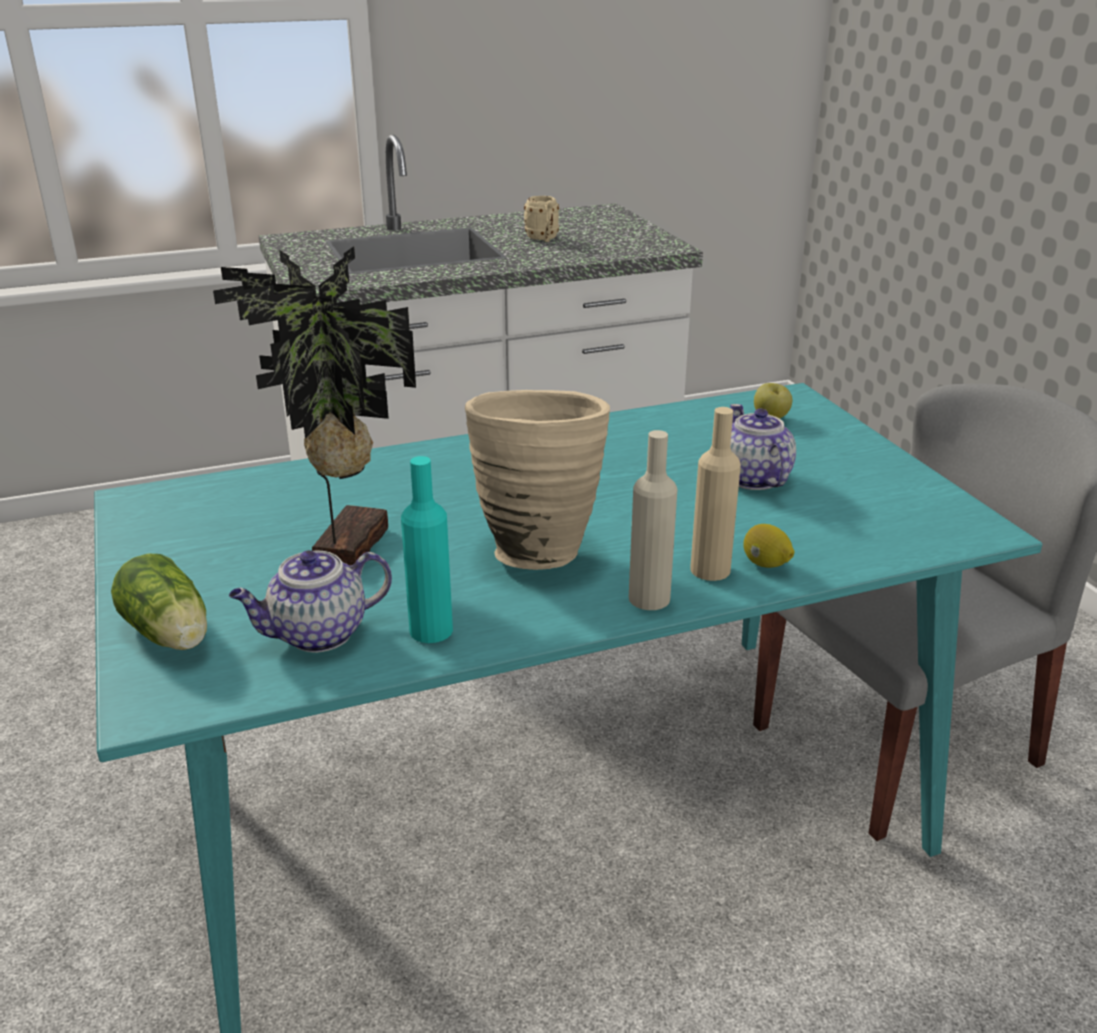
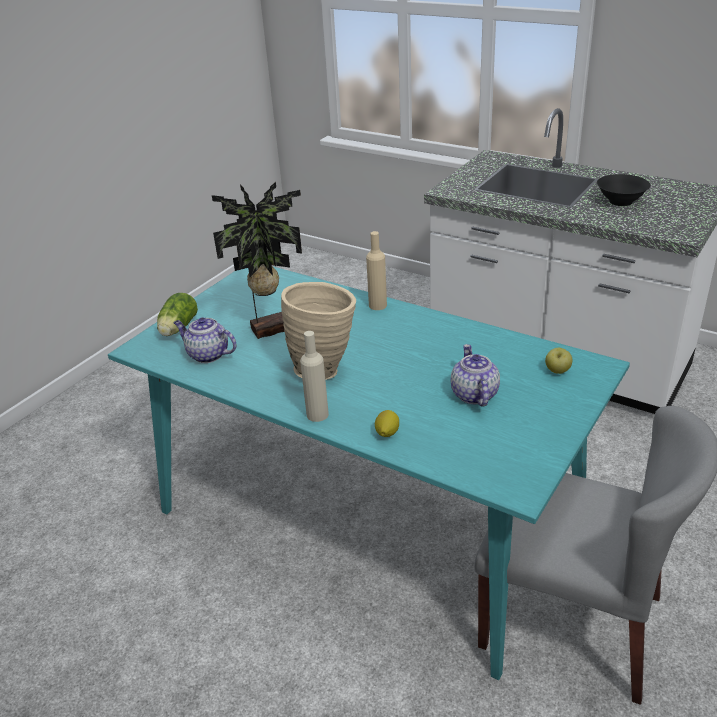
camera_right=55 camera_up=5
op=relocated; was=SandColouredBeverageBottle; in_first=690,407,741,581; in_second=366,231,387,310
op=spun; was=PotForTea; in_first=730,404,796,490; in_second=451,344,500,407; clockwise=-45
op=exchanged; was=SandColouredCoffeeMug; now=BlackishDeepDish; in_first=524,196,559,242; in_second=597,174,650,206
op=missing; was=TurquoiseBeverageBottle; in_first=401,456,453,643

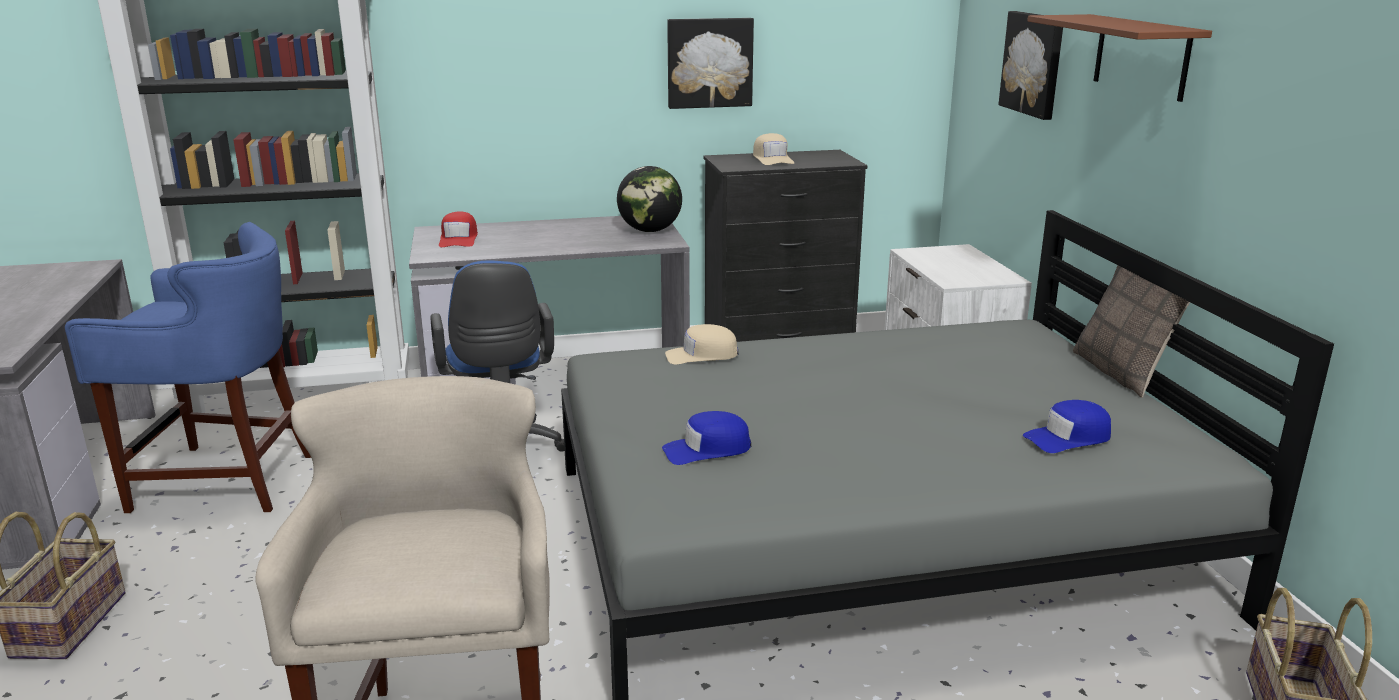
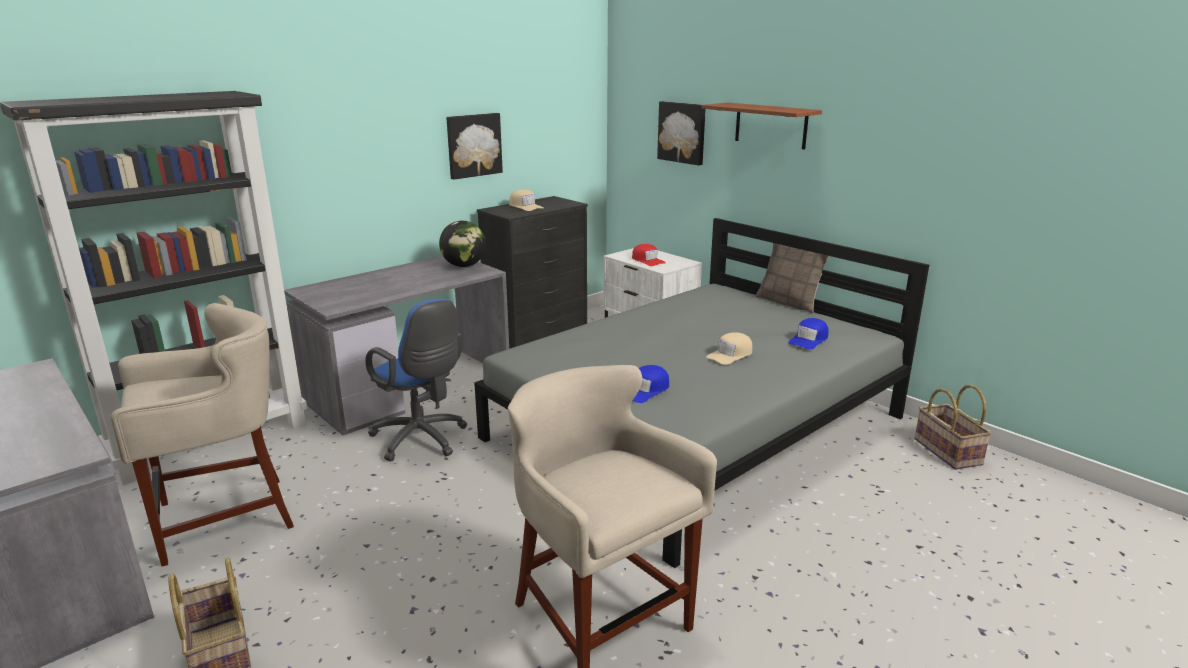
camera_right=-30 camera_up=0
op=colour; was=BlueColouredStool; now=SandColouredStool; in_first=65,222,311,513; in_second=111,303,294,566
op=relocated; was=RedBaseballCap; in_first=439,211,478,247; in_second=632,244,666,266
op=relocated; was=SandColouredBaseballCap; in_first=665,324,738,365; in_second=706,332,752,365

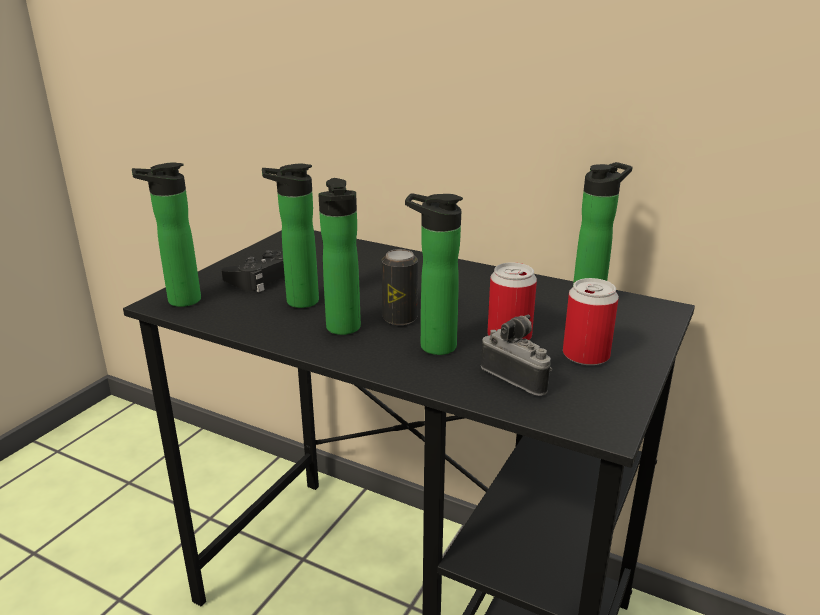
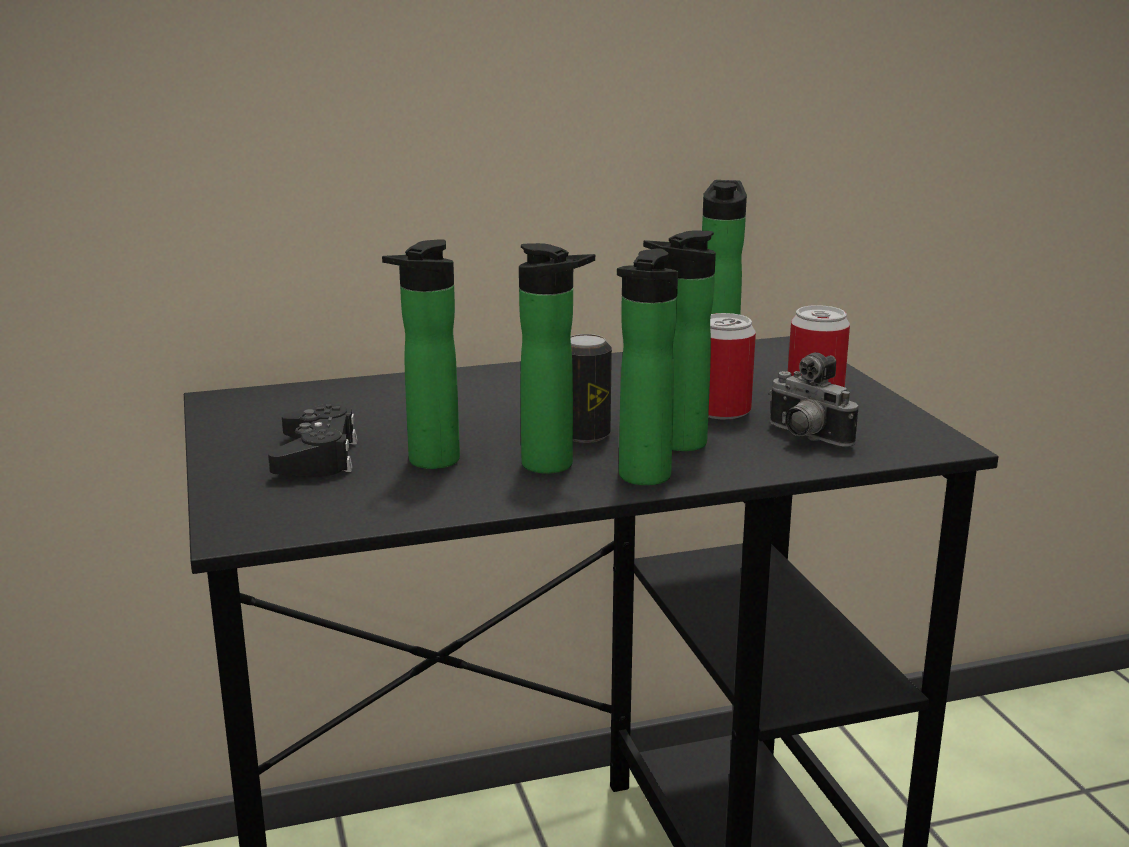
camera_right=-45 camera_up=-5
op=relocated; was=BeverageBottle; in_first=132,163,201,307; in_second=617,248,678,485
op=spun; was=PhotoCamera; in_first=481,314,553,396; in_second=769,352,858,447; clockwise=-135

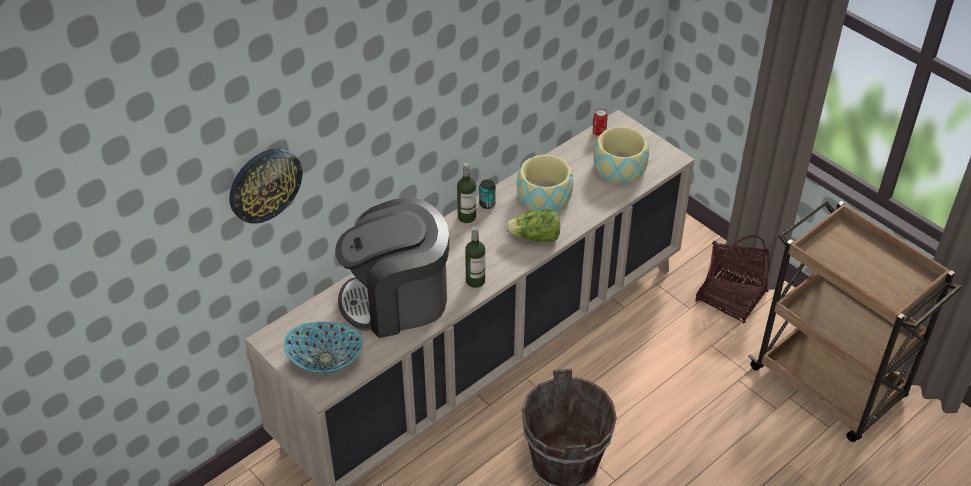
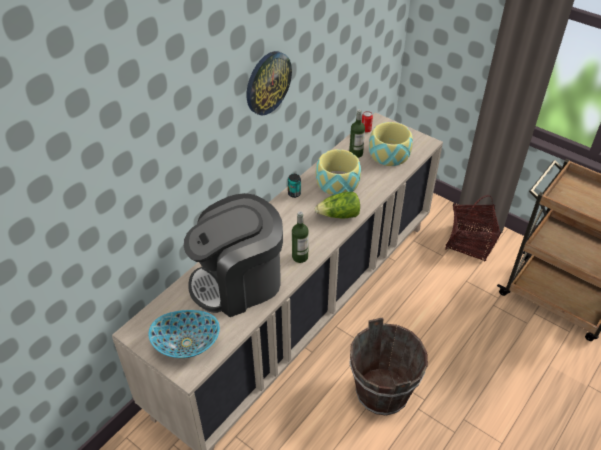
camera_right=-10 camera_up=0
op=relocated; was=WallClock; in_first=229,148,302,224; in_second=247,51,292,115
op=relocated; was=BeverageBottle; in_first=457,163,476,223; in_second=349,109,365,158

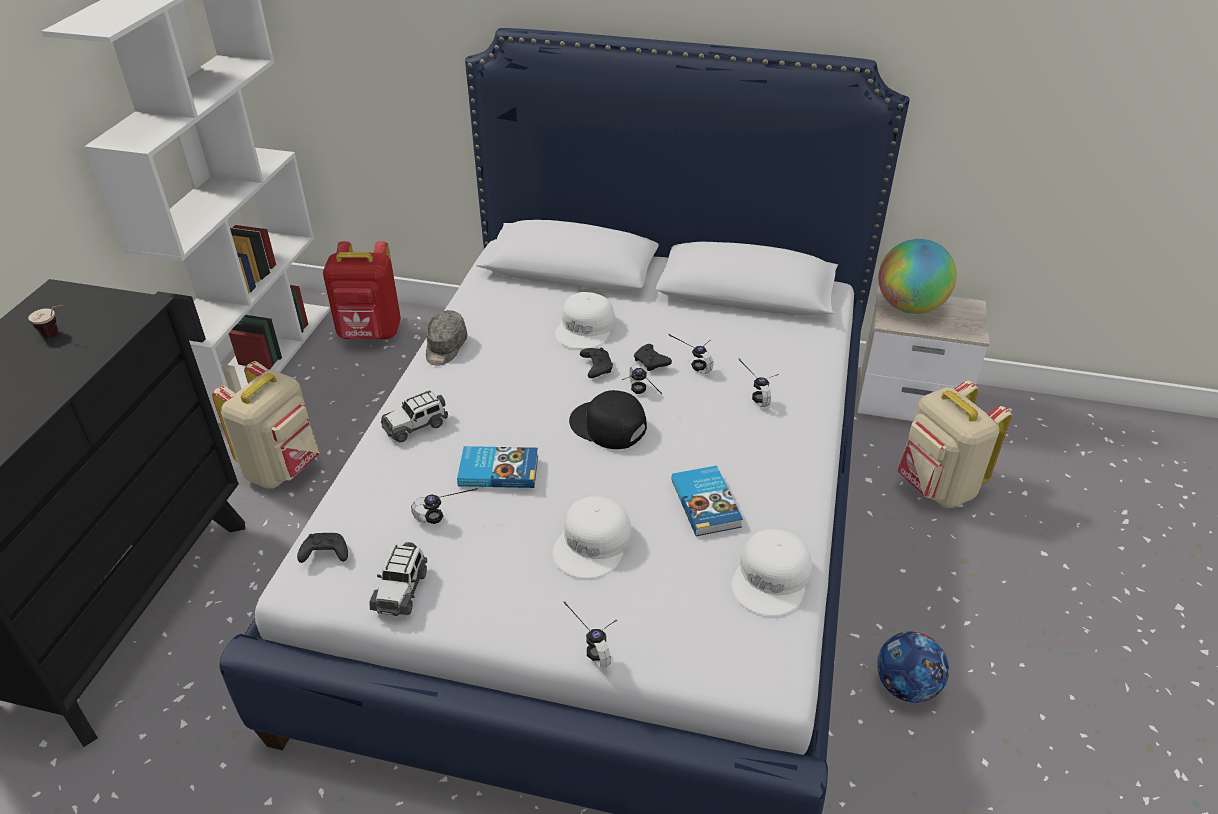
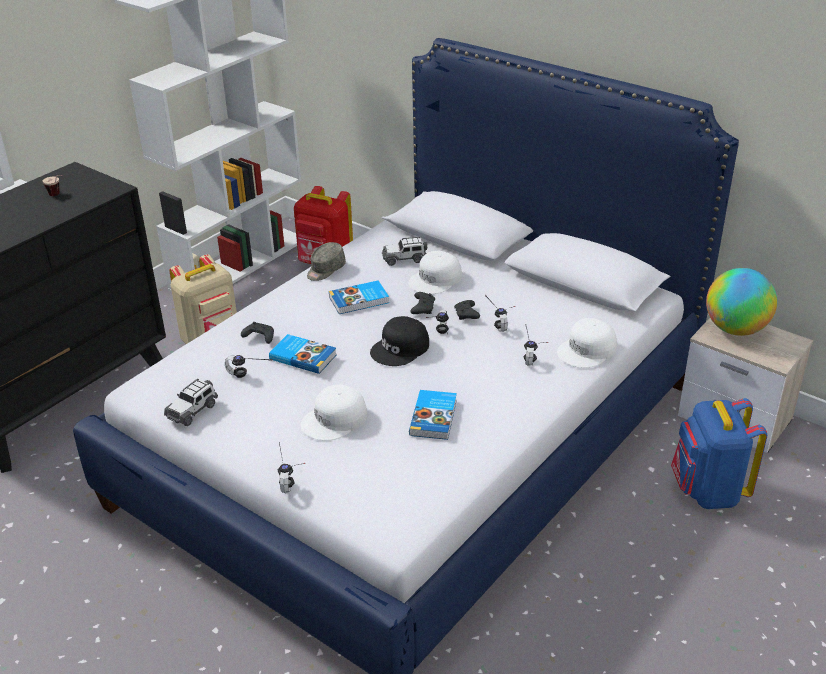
camera_right=25 camera_up=-5
op=relocated; was=BlackishGamepad; in_first=297,533,348,563; in_second=241,322,274,344
op=appeared; now=Volume; in_second=329,281,389,314
op=spun; was=BlackishBaseballCap; in_first=569,390,647,449; in_second=370,316,429,366; clockwise=-105
op=relocated; was=ToyCar; in_first=381,390,448,443; in_second=382,237,427,266
op=relocated; was=WhiteBaseballCap; in_first=731,529,812,616; in_second=557,318,617,368
op=colour; was=SandColouredKnapsack; now=BlueColouredKnapsack; in_first=898,380,1012,508; in_second=671,398,767,509
op=missing; was=Football; in_first=877,632,949,703

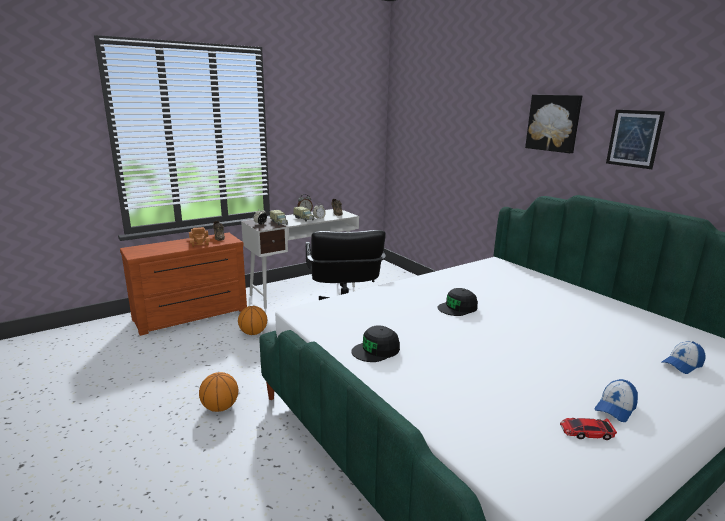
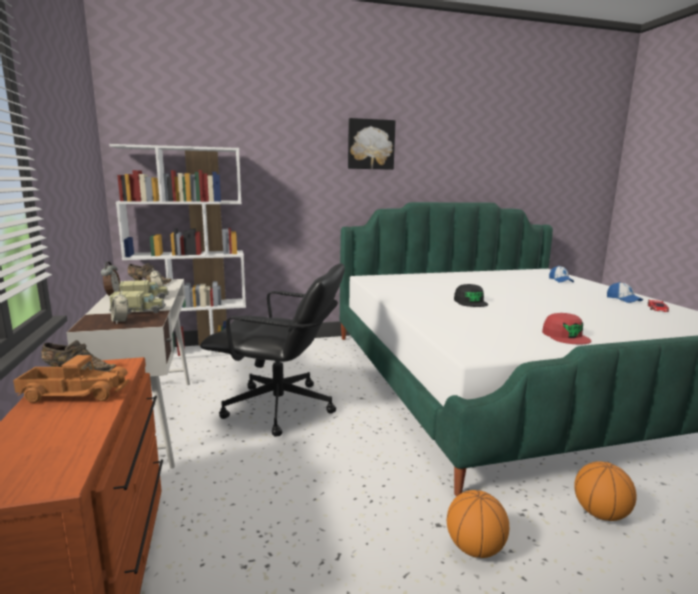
camera_right=-70 camera_up=-5
op=appeared; now=WhiteBookshelf; in_second=109,144,246,360
op=colour; was=BlackishBaseballCap; now=RedBaseballCap; in_first=351,326,400,362; in_second=542,313,592,344
op=relocated; was=BasketballBall; in_first=238,306,267,335; in_second=574,461,637,521
op=missing; was=WallArt; in_first=606,110,665,169

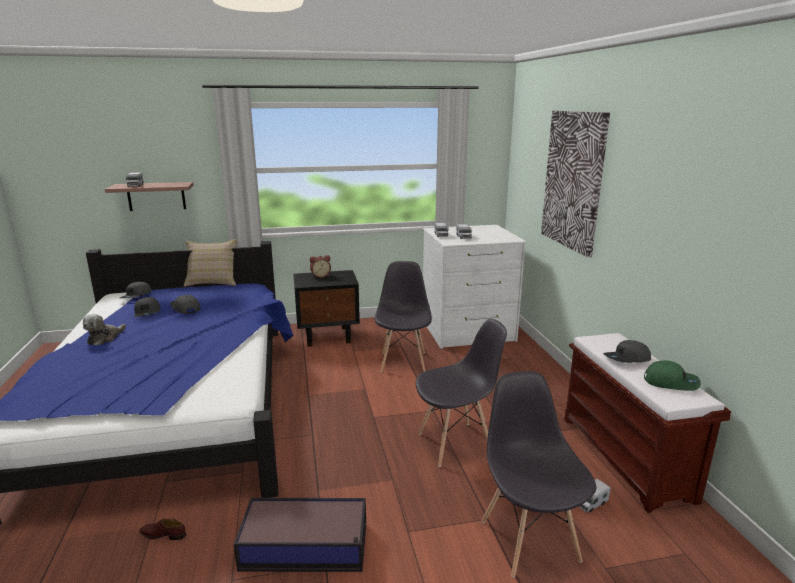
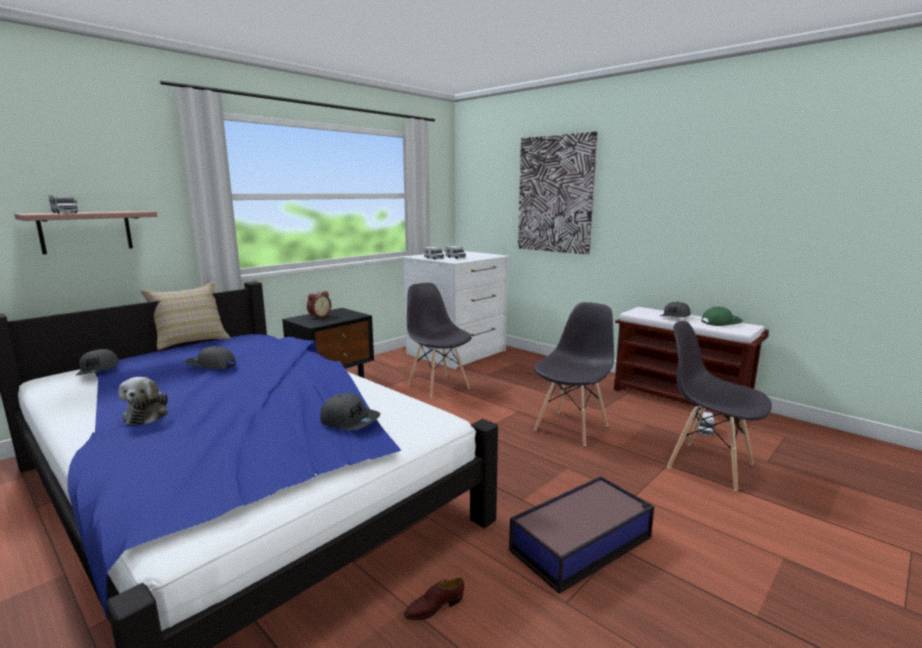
camera_right=-35 camera_up=-5
op=relocated; was=GreyishBaseballCap; in_first=134,297,161,317; in_second=320,393,380,431

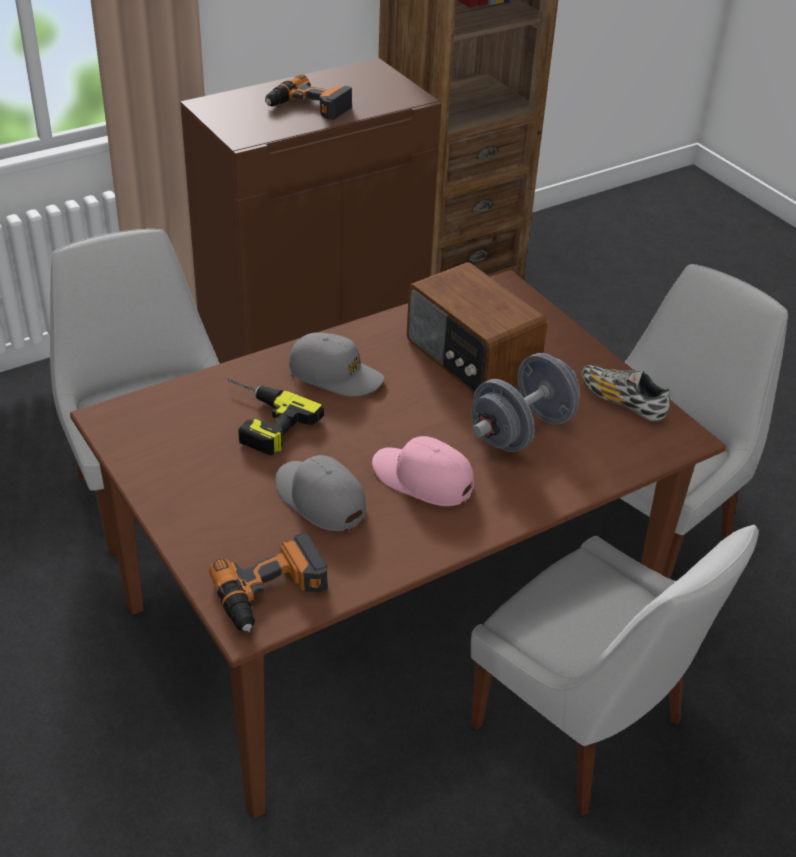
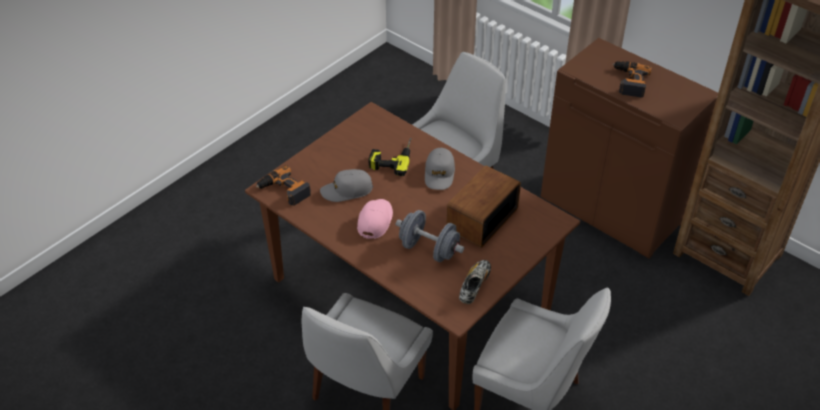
camera_right=75 camera_up=5
op=spun; was=GreyishBaseballCap; in_first=275,455,366,531; in_second=320,169,373,202; clockwise=-135

